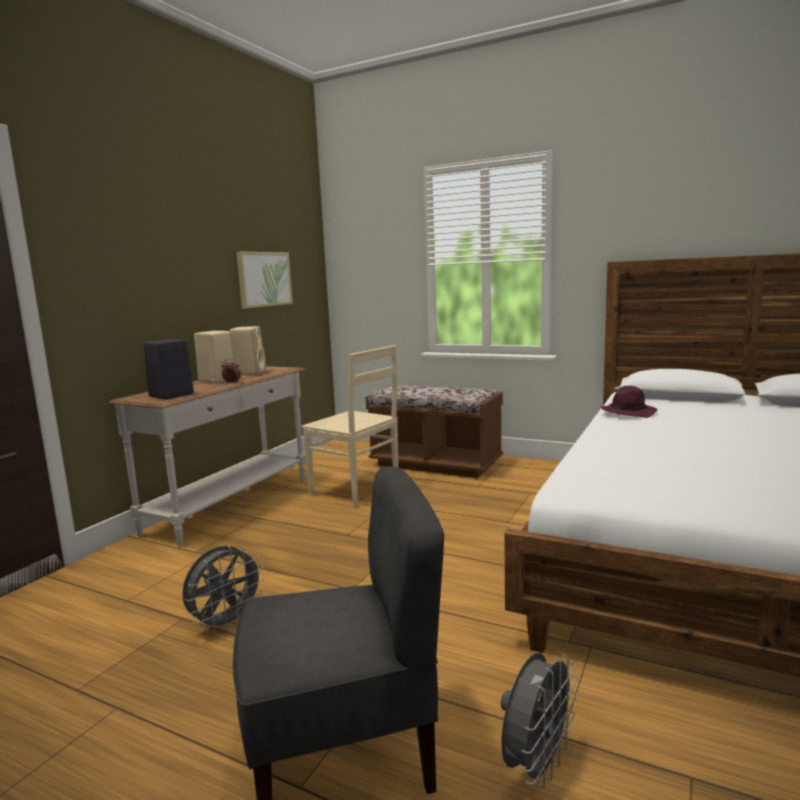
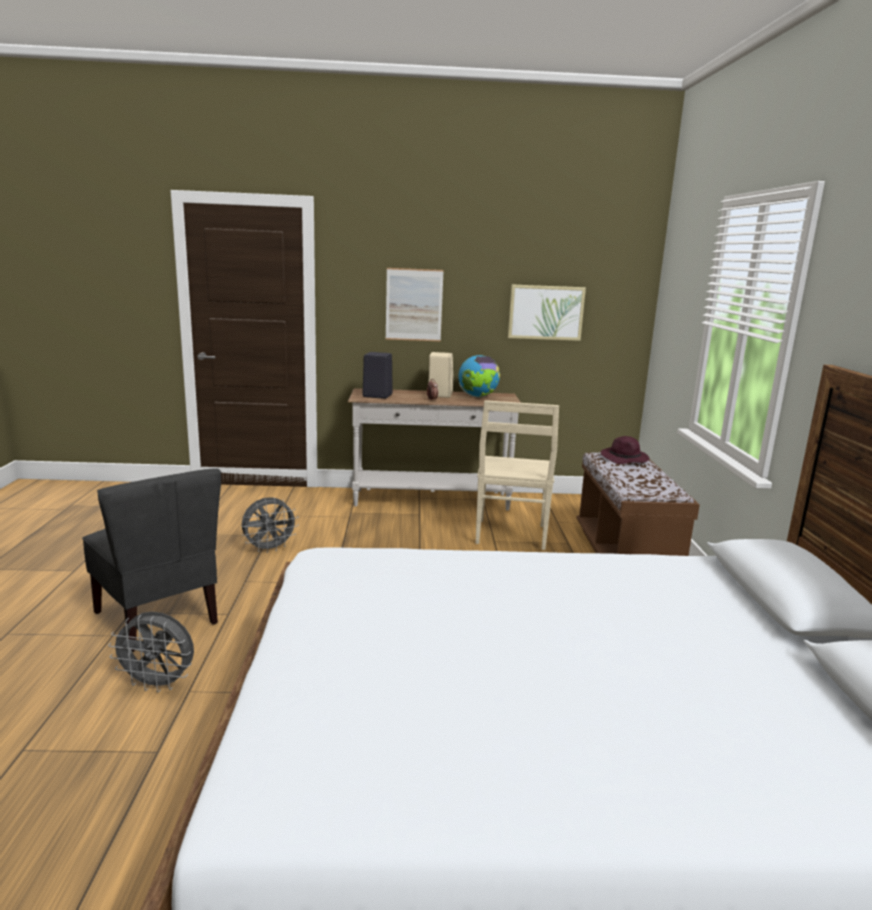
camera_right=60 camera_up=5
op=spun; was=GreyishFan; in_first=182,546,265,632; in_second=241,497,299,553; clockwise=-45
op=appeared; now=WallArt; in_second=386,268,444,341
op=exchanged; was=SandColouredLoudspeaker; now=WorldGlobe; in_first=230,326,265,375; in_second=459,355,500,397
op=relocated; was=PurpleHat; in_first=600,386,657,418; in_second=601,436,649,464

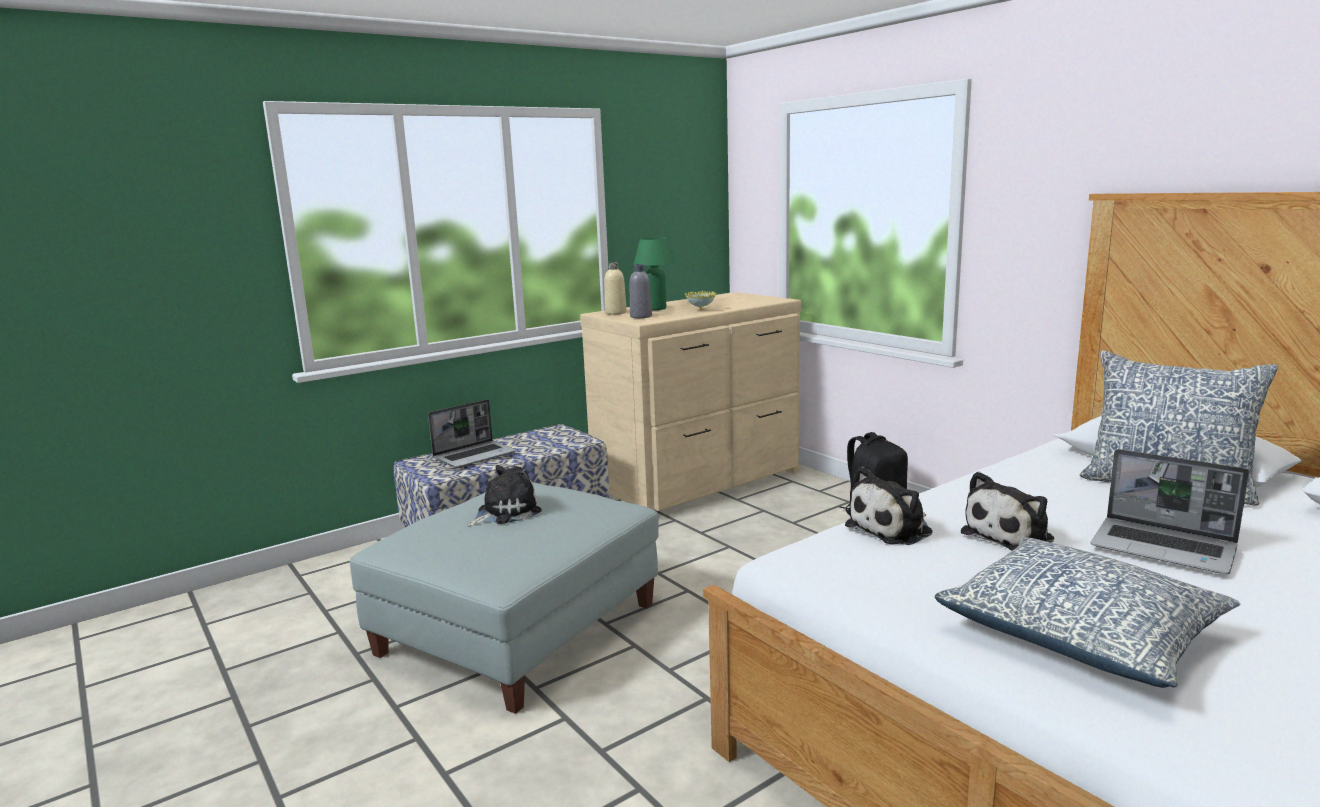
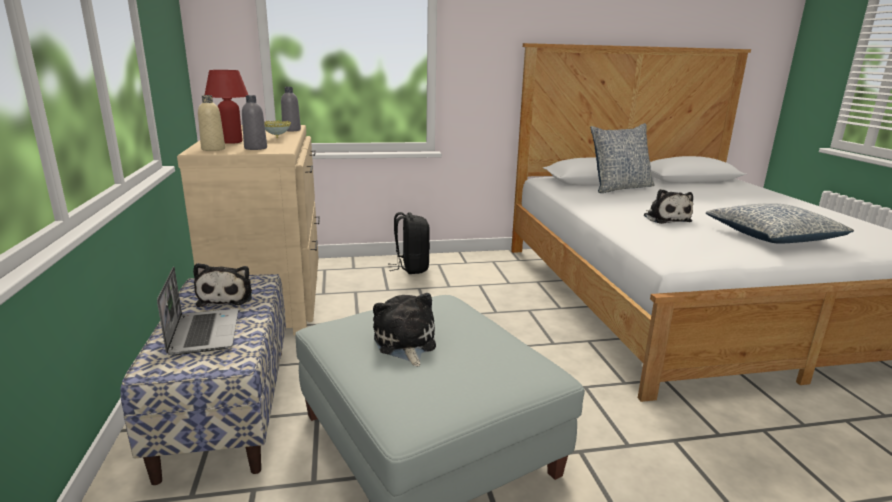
camera_right=-65 camera_up=5
op=relocated; was=SoftToy; in_first=845,466,933,545; in_second=193,263,252,307
op=colour; was=GreenColouredTabletopLamp; now=RedTabletopLamp; in_first=634,237,675,310; in_second=205,70,248,144
op=appeared; now=GreyishBeverageBottle; in_second=281,87,301,131
op=missing; was=NotebookComputer; in_first=1091,449,1249,574

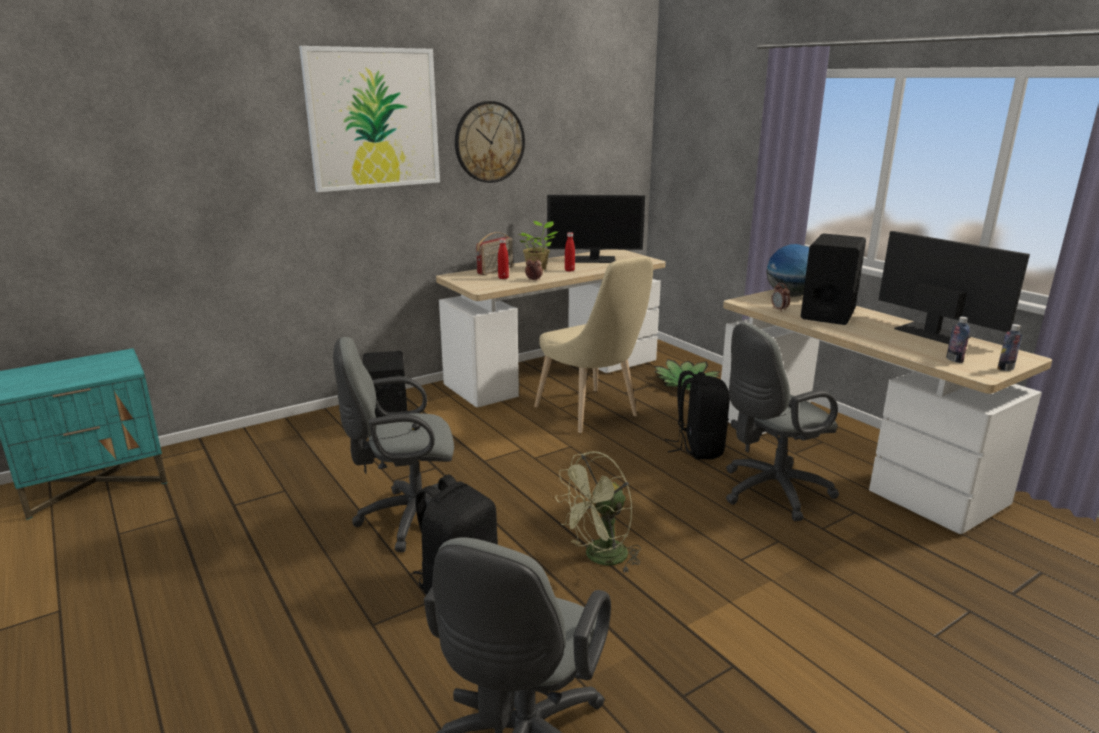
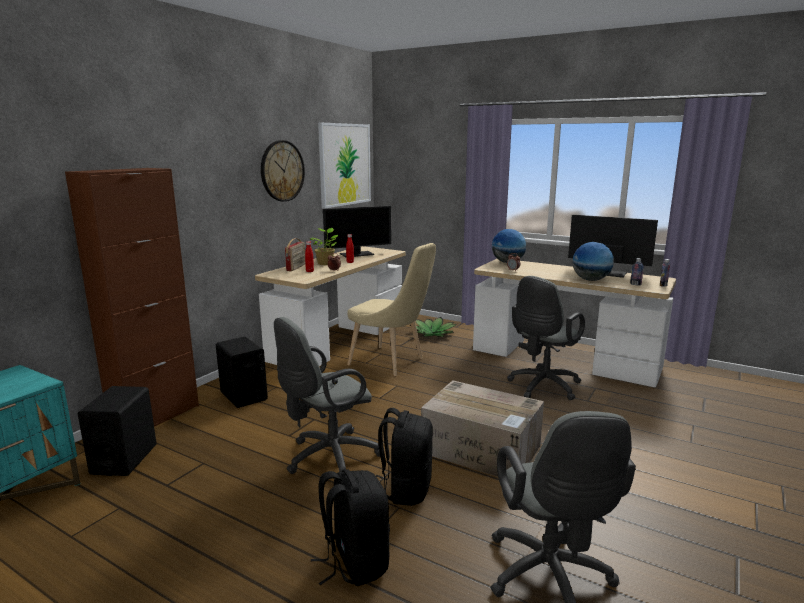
camera_right=-25 camera_up=-5
op=appeared; now=BrownishCupboard; in_second=65,168,199,427
op=relocated; was=BlackishLoudspeaker; in_first=801,233,866,325; in_second=77,386,157,476
op=relocated; was=BlackishKnapsack; in_first=665,371,730,459; in_second=311,470,390,586
op=relocated; was=WallArt; in_first=299,46,440,192; in_second=318,123,371,209
op=exchanged; was=GreenColouredFan; now=Carton; in_first=555,451,641,574; in_second=421,380,544,477
op=appeared; now=WorldGlobe; in_second=573,242,614,281

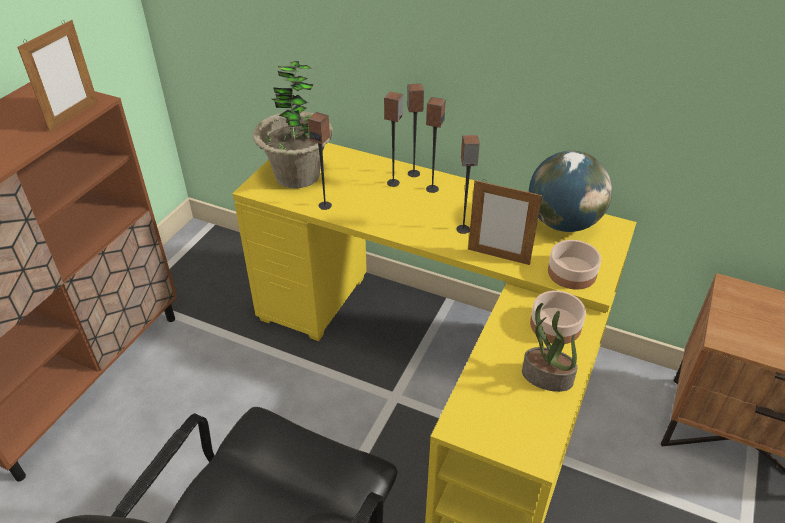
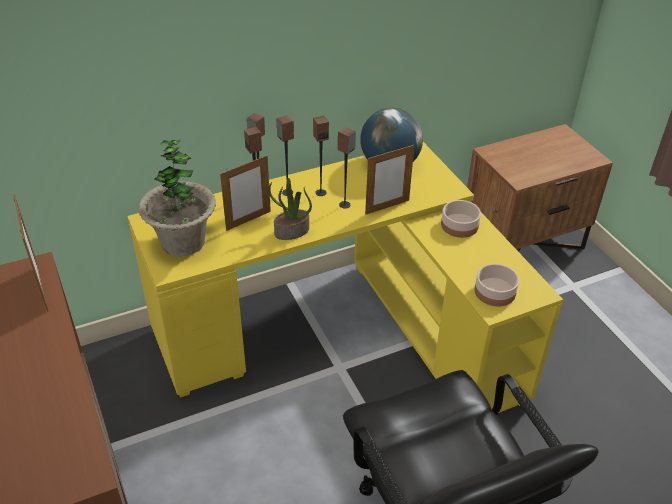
camera_right=-50 camera_up=0
op=appeared; now=PhotoFrame; in_second=220,155,271,231
op=relocated; was=Houseplant; in_first=522,303,578,392; in_second=269,178,312,240
op=relocated; was=Loudspeaker; in_first=308,112,332,210; in_second=313,116,329,196
op=relocated; was=DeepDish; in_first=548,240,601,290; in_second=475,264,519,306

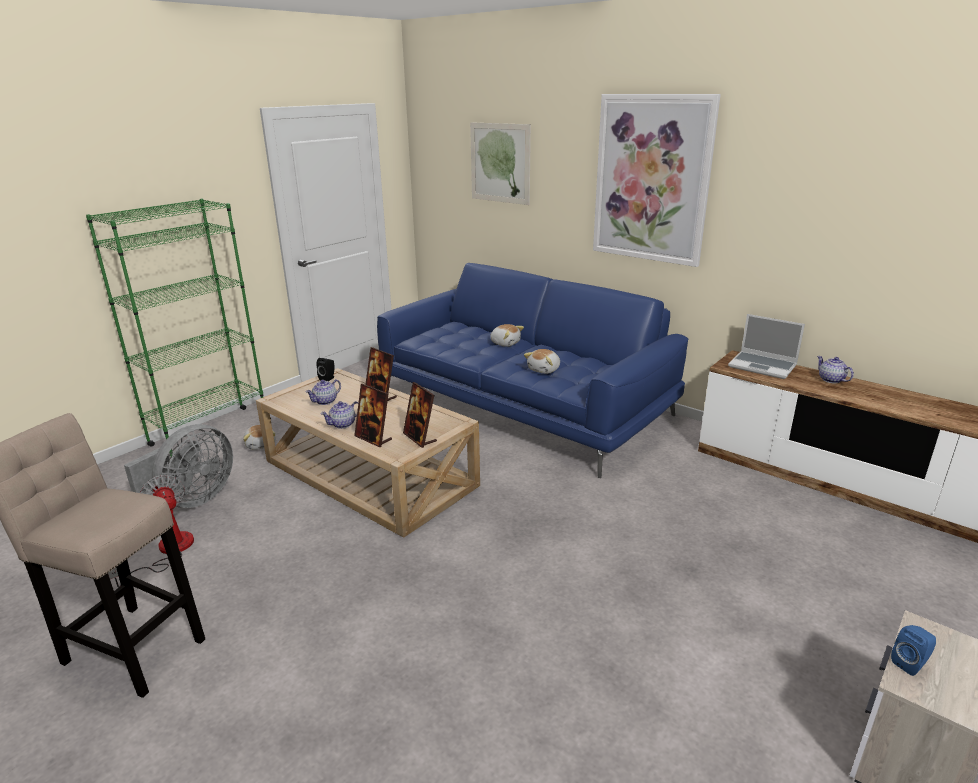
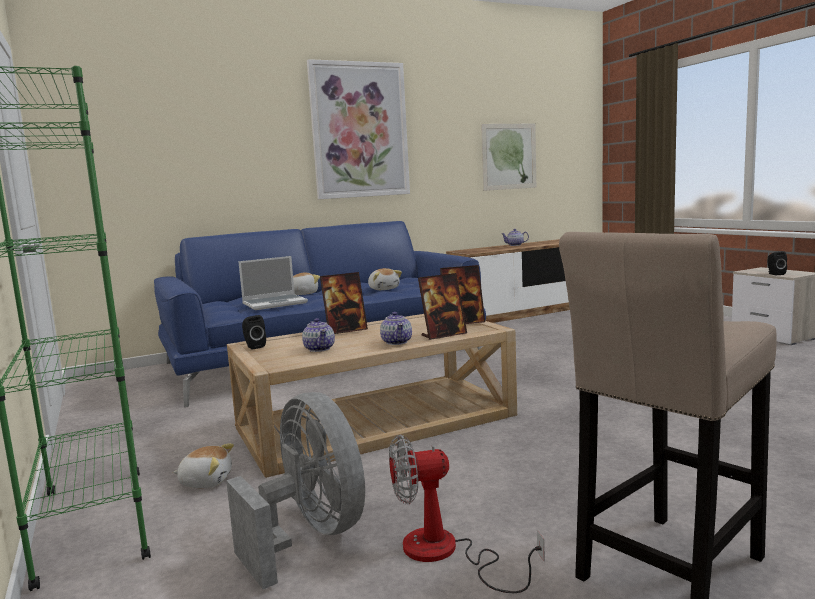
camera_right=-65 camera_up=-15
op=relocated; was=NotebookComputer; in_first=728,314,805,379; in_second=238,256,308,310
op=relocated; was=WallArt; in_first=470,122,531,205; in_second=481,124,536,191
op=colour; was=BlueColouredLoudspeaker; now=BlackishLoudspeaker; in_first=891,625,936,676; in_second=768,251,787,275

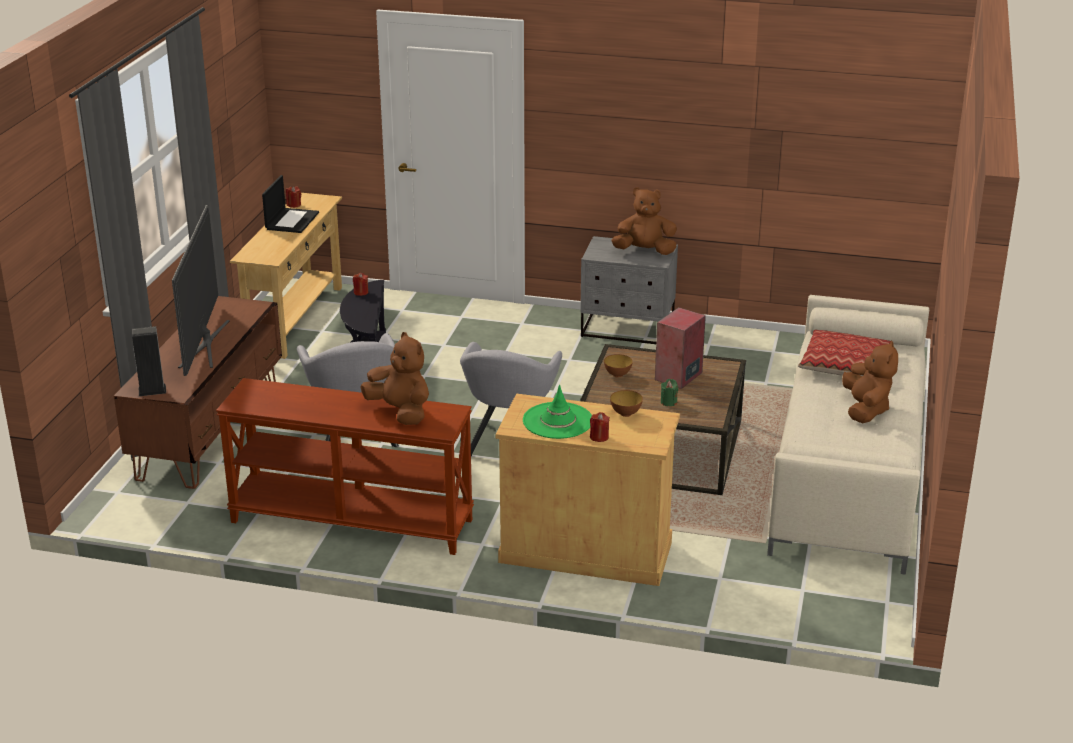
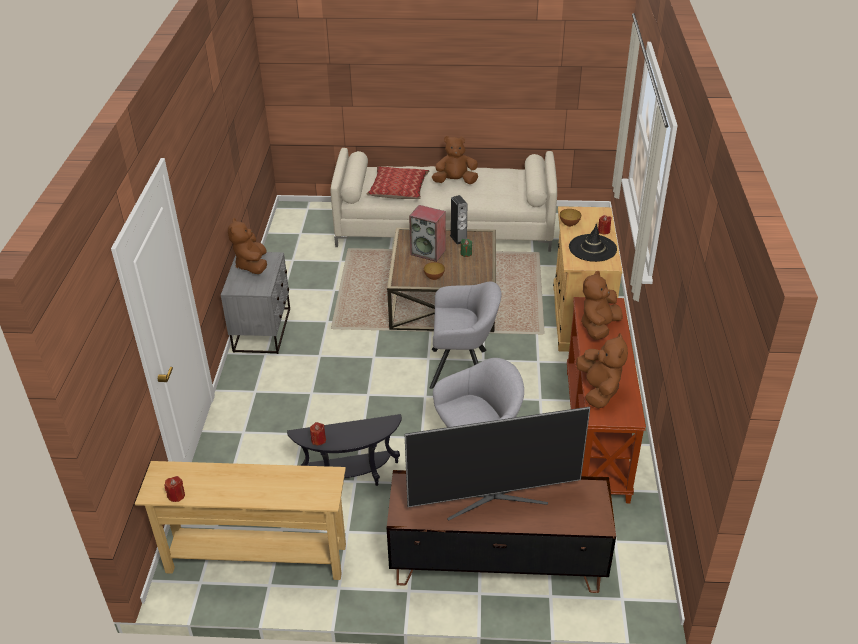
camera_right=-100 camera_up=10
op=relocated; was=Loudspeaker; in_first=132,326,166,396; in_second=450,195,467,245
op=colour; was=GreenColouredHat; now=BlackishHat; in_first=523,385,592,439; in_second=569,223,617,262
op=appeared; now=BrownishSoftToy; in_second=576,333,628,408
op=missing; was=NotebookComputer; in_first=262,175,319,233

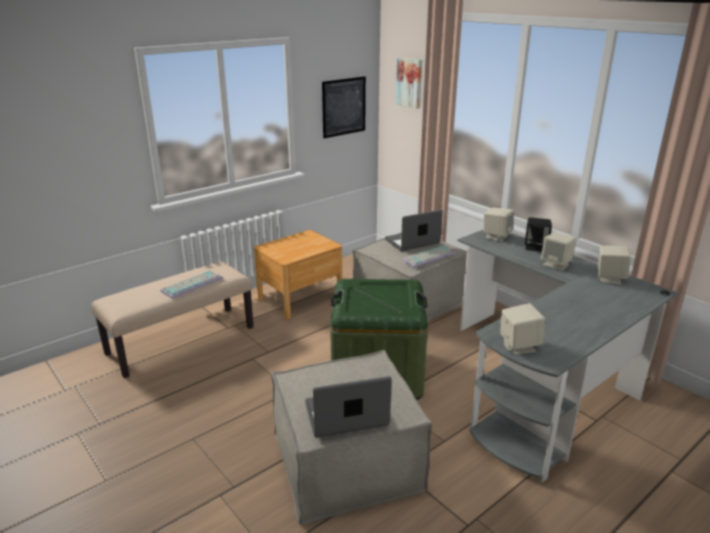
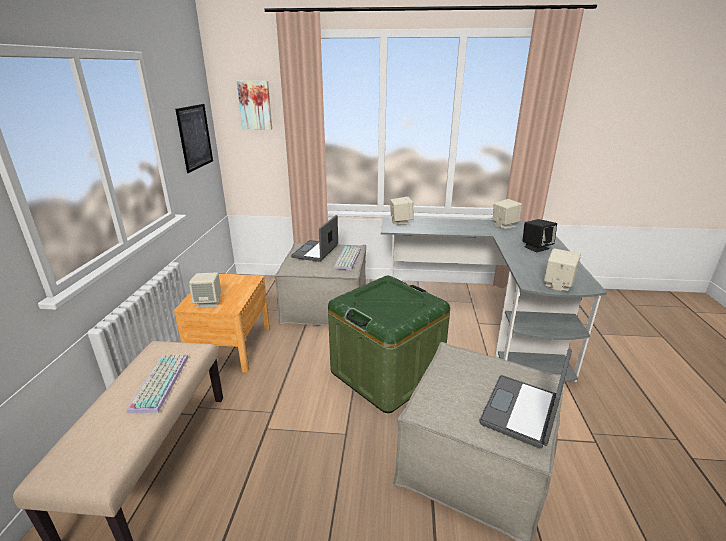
camera_right=-45 camera_up=0
op=relocated; was=SandColouredLoudspeaker; in_first=541,232,577,271; in_second=189,272,221,308
op=relocated; was=BlackishLoudspeaker; in_first=525,217,552,252; in_second=523,219,557,252

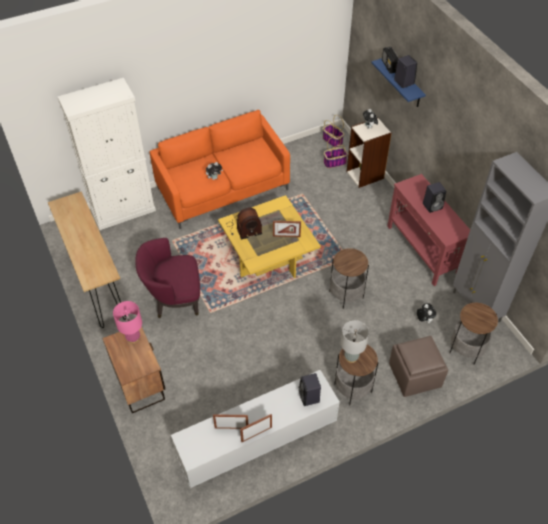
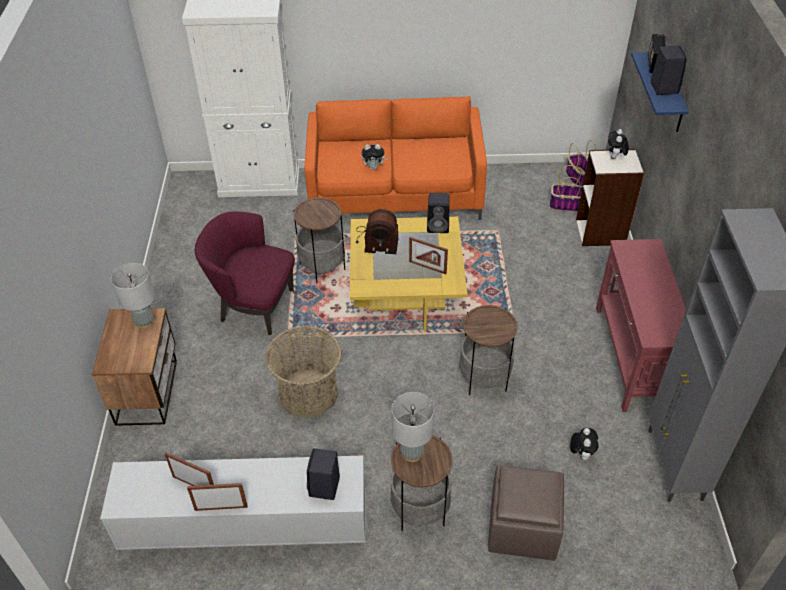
camera_right=25 camera_up=-5
op=colour; was=PinkishTabletopLamp; now=GreyishTabletopLamp; in_first=113,301,142,343; in_second=111,263,155,329
op=appeared; now=HouseholdBasket; in_second=265,325,342,418
op=relocated; was=EndTable; in_first=450,302,498,365; in_second=293,197,346,283
op=relocated; was=BlackishLoudspeaker; in_first=423,182,446,213; in_second=427,193,449,233
op=missing; was=BrownishNarrowTable; in_first=48,191,126,328

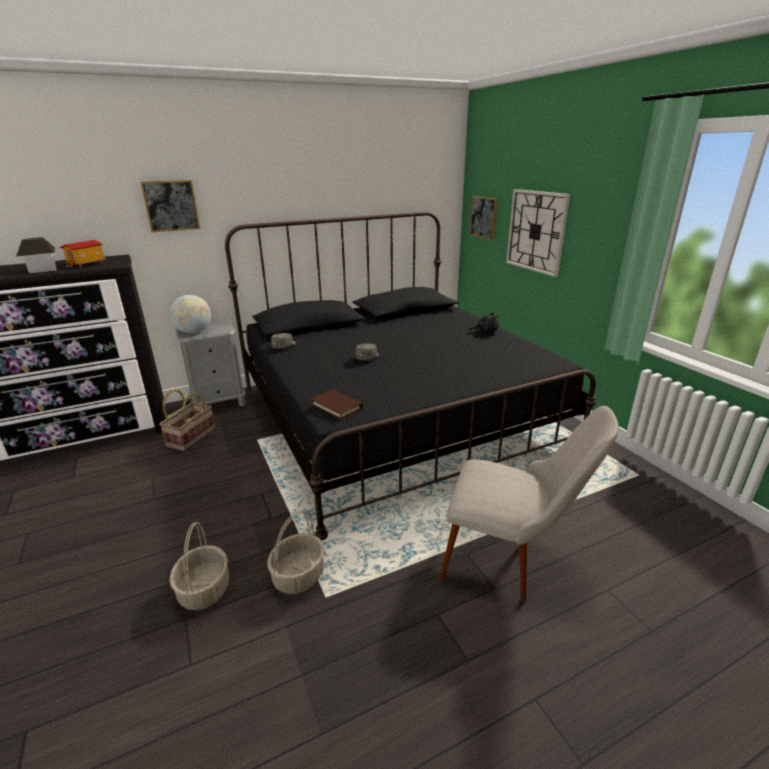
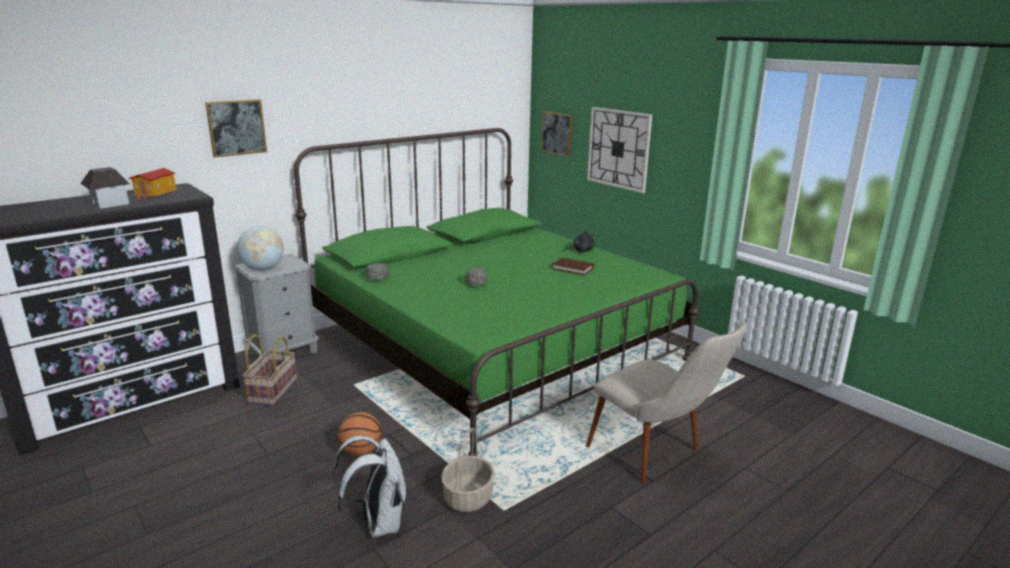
camera_right=-15 camera_up=-5
op=colour; was=BlackishBedroomBed; now=GreenColouredBedroomBed; in_first=225,212,596,540; in_second=294,128,699,456
op=exchanged; was=HouseholdBasket; now=WhiteKnapsack; in_first=169,522,229,610; in_second=333,436,406,538
op=appeared; now=BasketballBall; in_second=338,412,382,456
op=relocated; was=BrownishVolume; in_first=311,390,363,420; in_second=552,258,594,275
op=spun; was=SandColouredChair; in_first=440,406,619,603; in_second=586,322,747,484; clockwise=45

